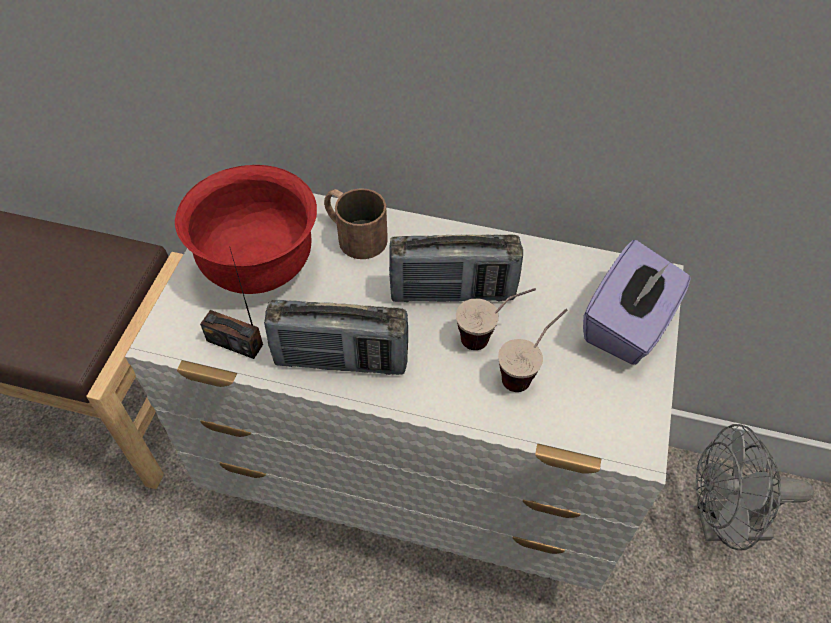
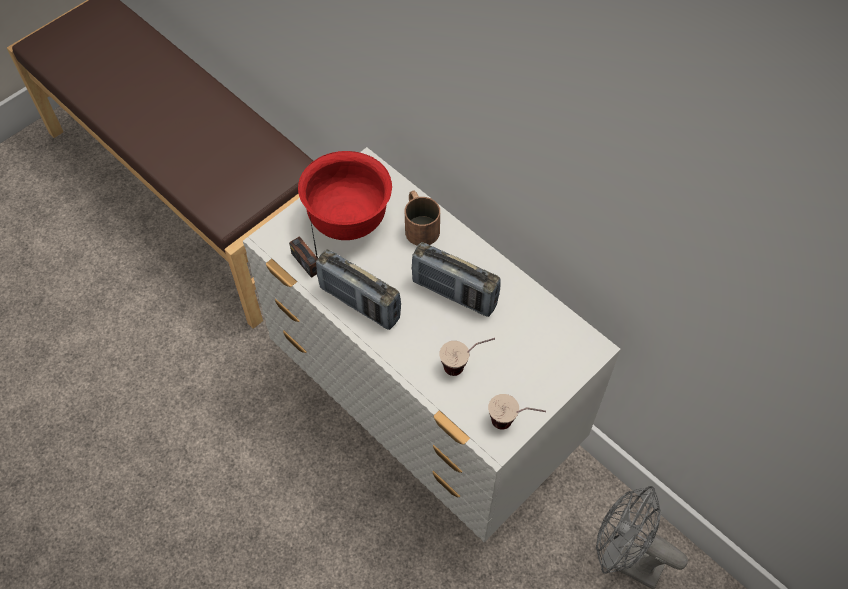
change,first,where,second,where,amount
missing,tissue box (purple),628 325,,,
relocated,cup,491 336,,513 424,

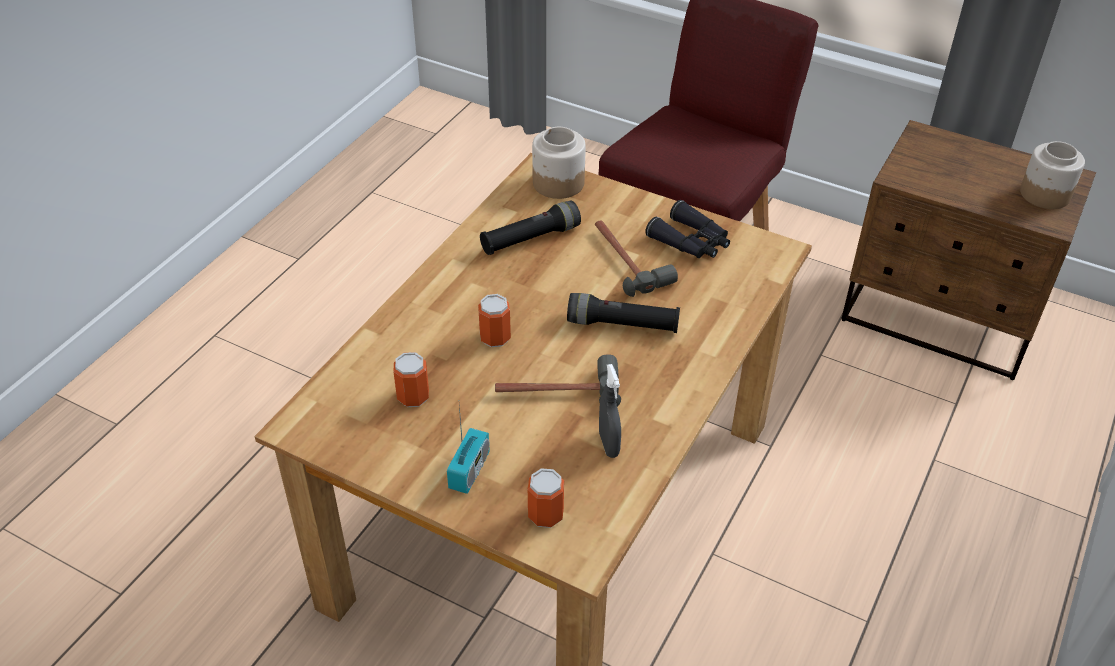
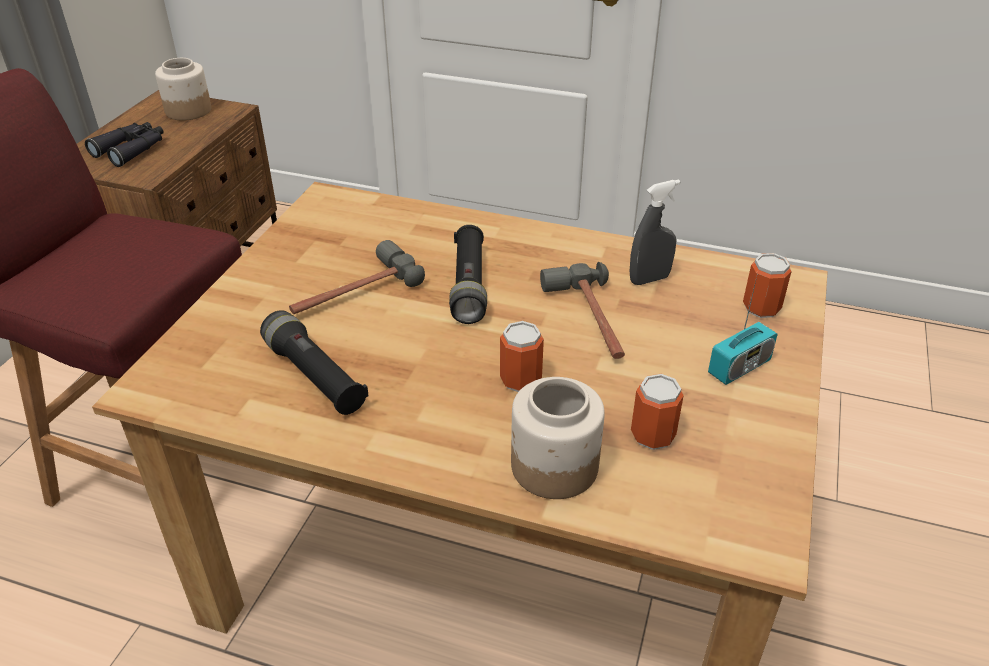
change,first,where,second,where,amount
relocated,jar,558 183,,553 467,
relocated,binoculars (black),691 242,,132 149,
spun,radio,469 471,,739 367,135 degrees clockwise

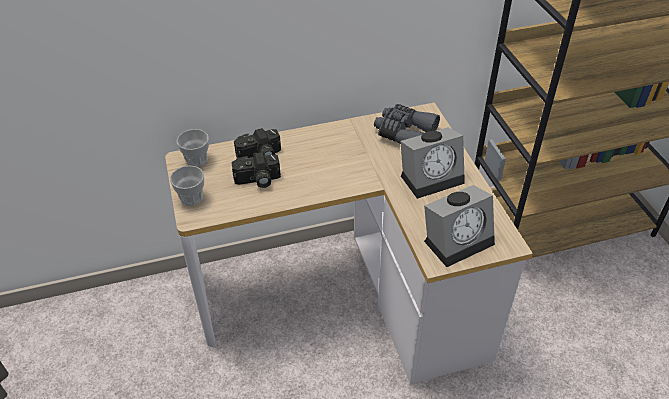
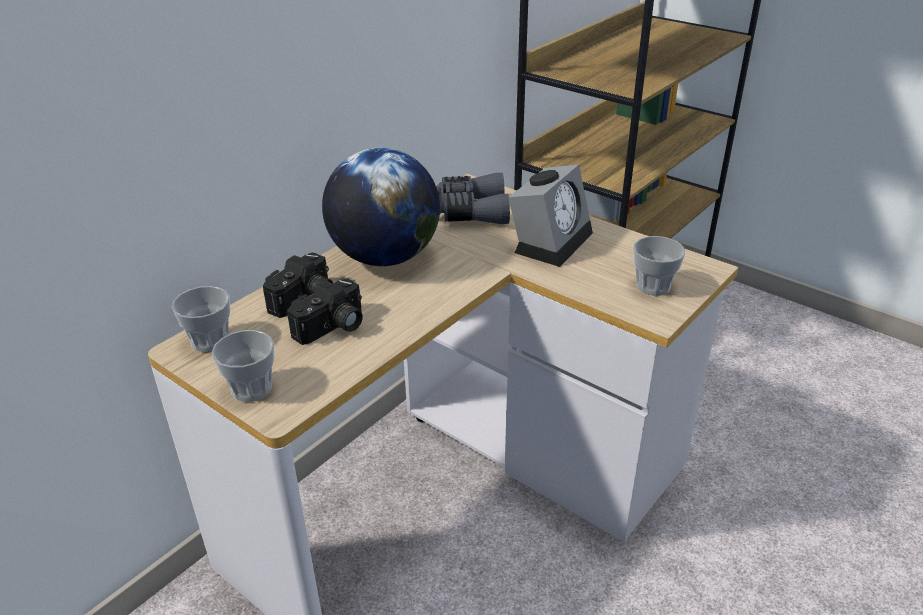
change,first,where,second,where,amount
exchanged,alarm clock,458 240,cup,653 286,
appeared,,,globe,385 258,

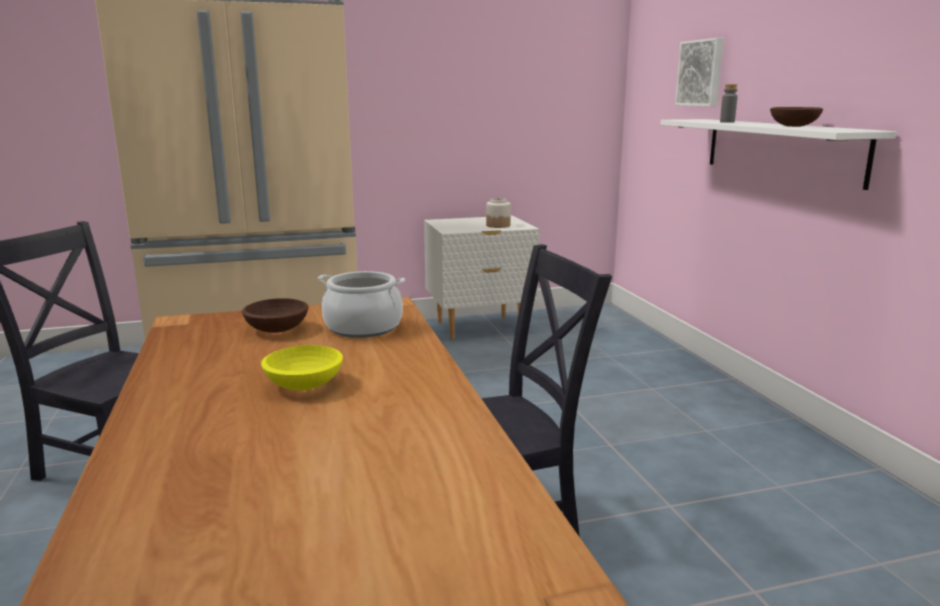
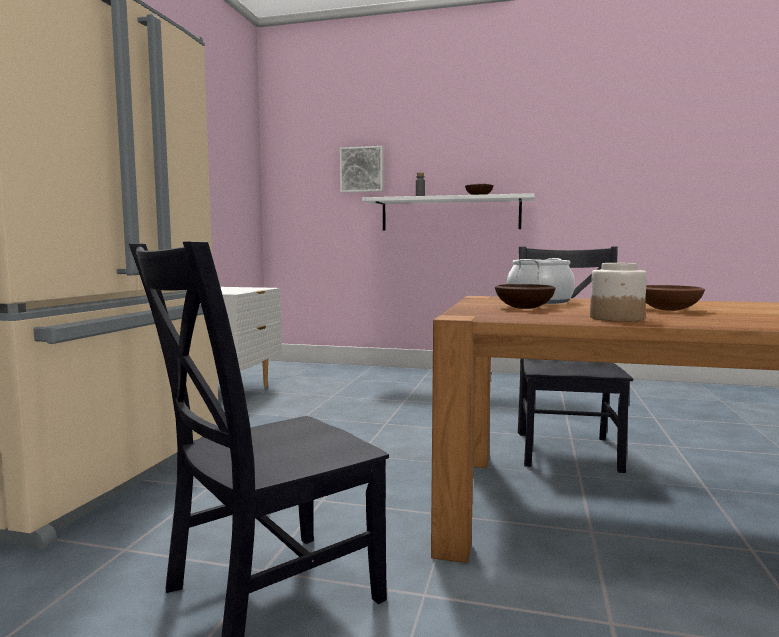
change,first,where,second,where,amount
relocated,jar,498 225,,615 318,
colour,bowl (yellow),304 385,bowl (brown),669 309,

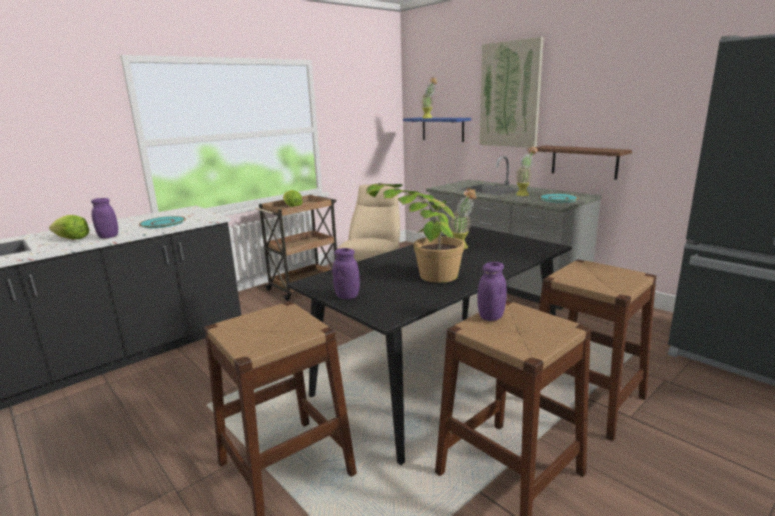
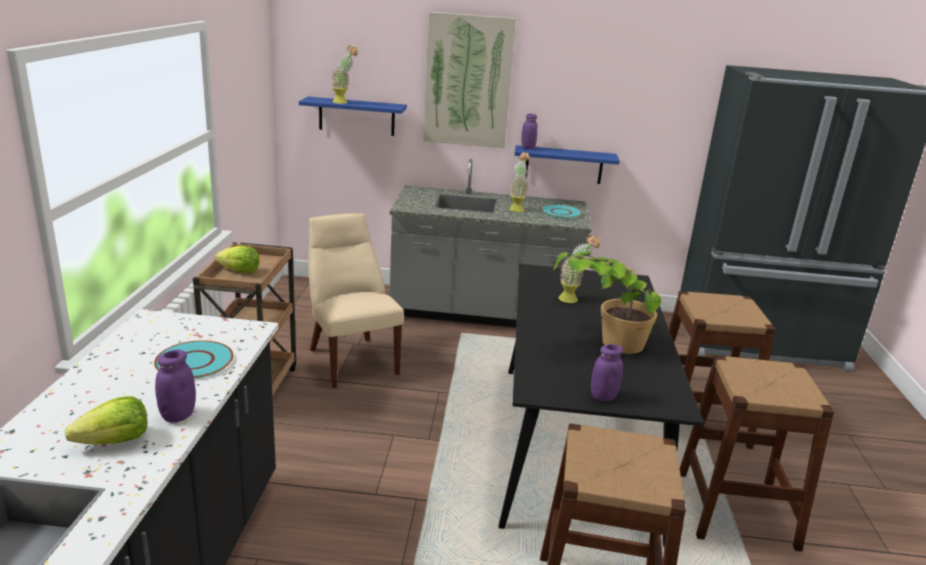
change,first,where,second,where,amount
colour,shelf (brown),584 161,shelf (blue),563 165,
relocated,jar (purple),491 317,,528 148,

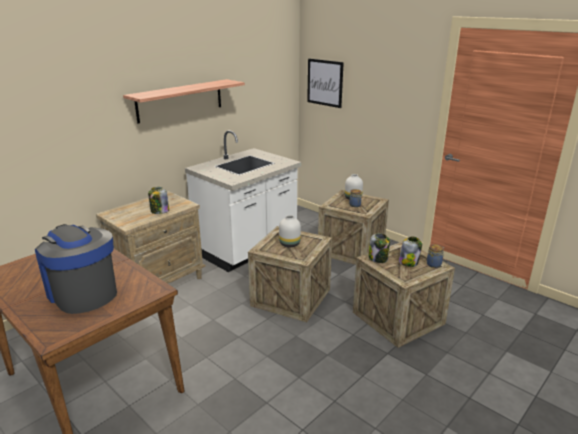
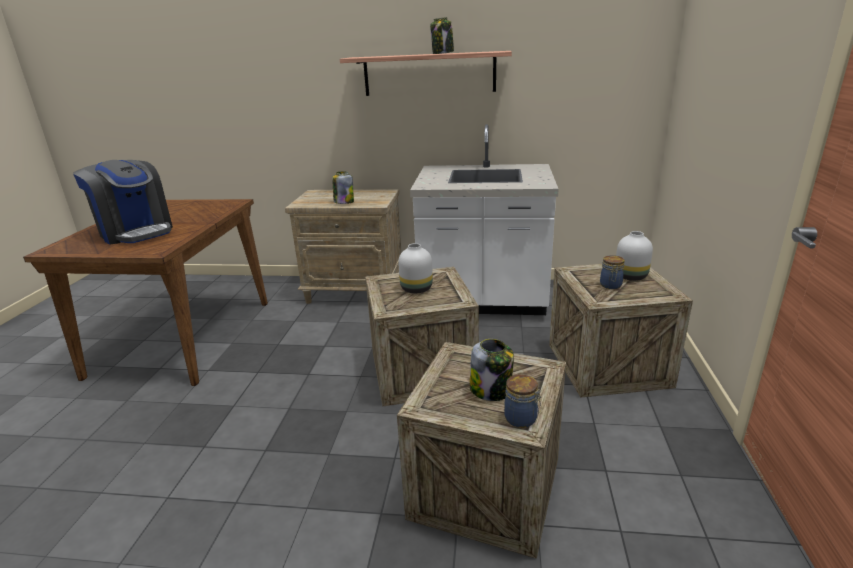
change,first,where,second,where,amount
missing,picture,325 82,,,
spun,coffee machine,82 292,,136 232,120 degrees clockwise
relocated,jar,378 258,,443 53,

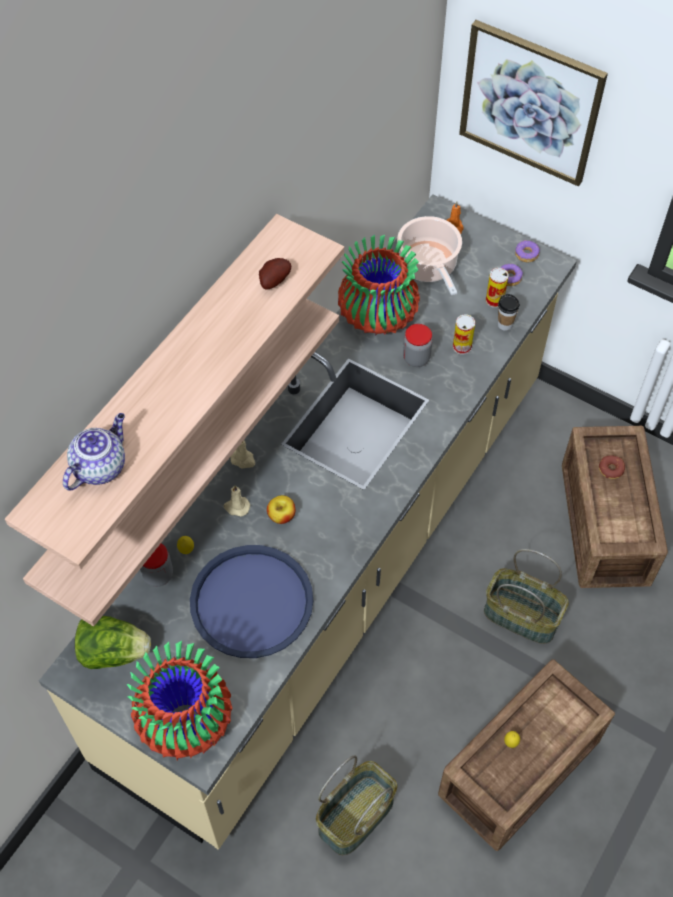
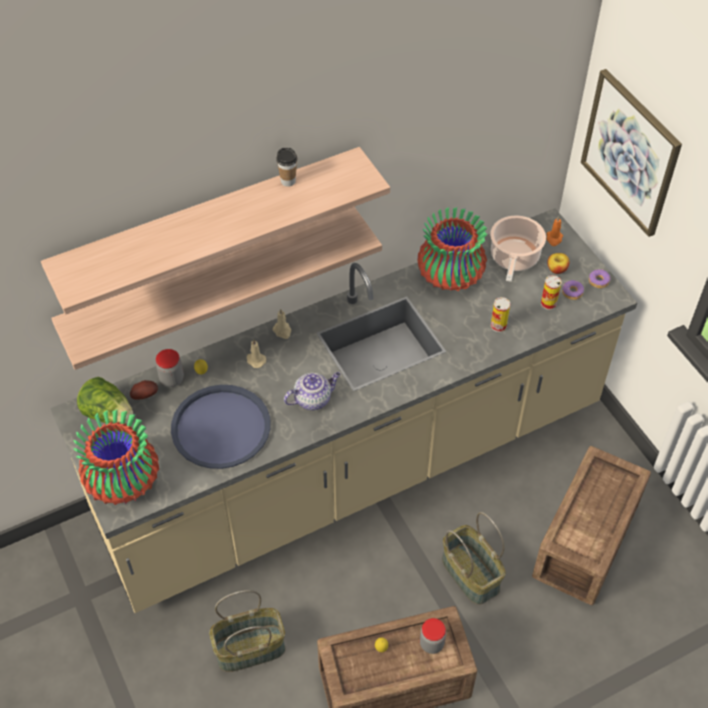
change,first,where,second,where,amount
relocated,potato,273 281,,145 394,
relocated,cup,505 324,,288 181,
relocated,jar,416 358,,431 643,
relocated,teapot,100 466,,313 399,
missing,donut,611 469,,,
relocated,apple,281 516,,557 269,

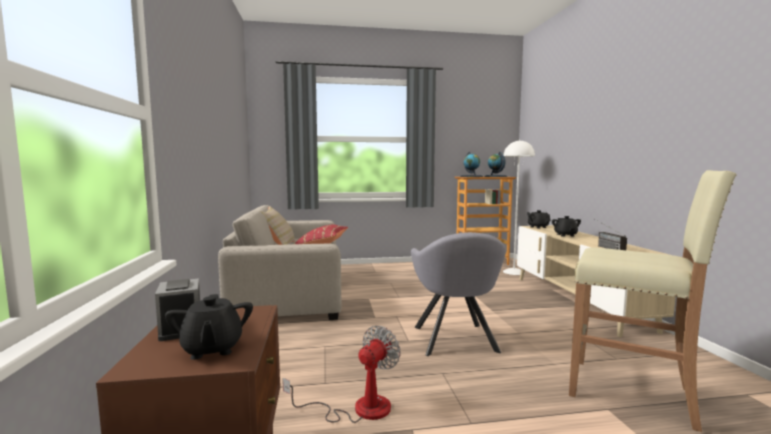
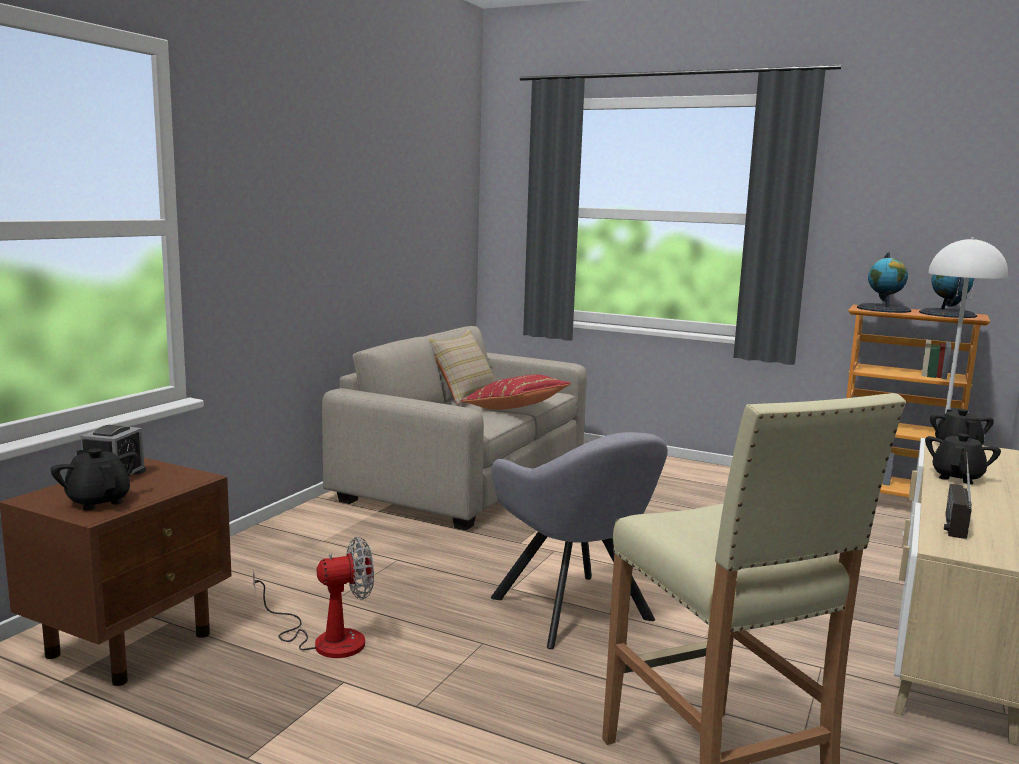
change,first,where,second,where,amount
spun,armchair (grey),455 341,,576 613,60 degrees counterclockwise
spun,teapot (black),212 349,,98 501,120 degrees clockwise

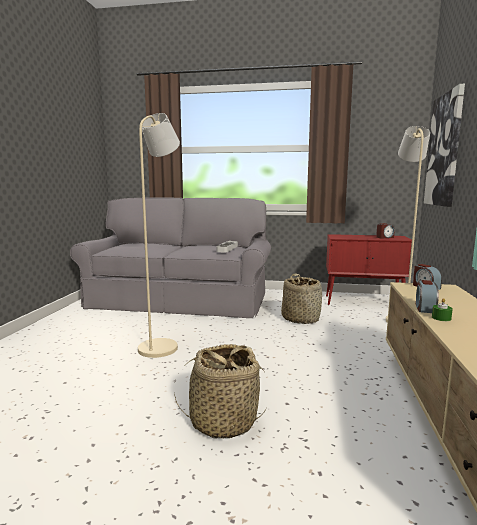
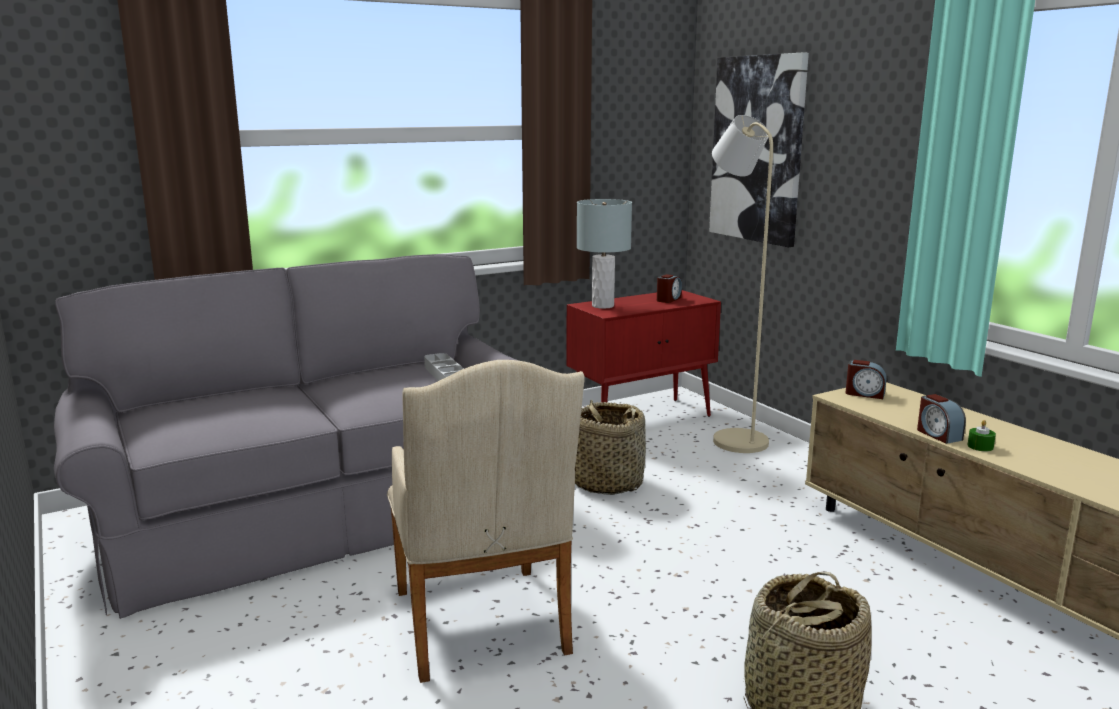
change,first,where,second,where,amount
exchanged,floor lamp (beige),162 346,armchair (beige),482 629,
appeared,,,table lamp (grey),602 306,

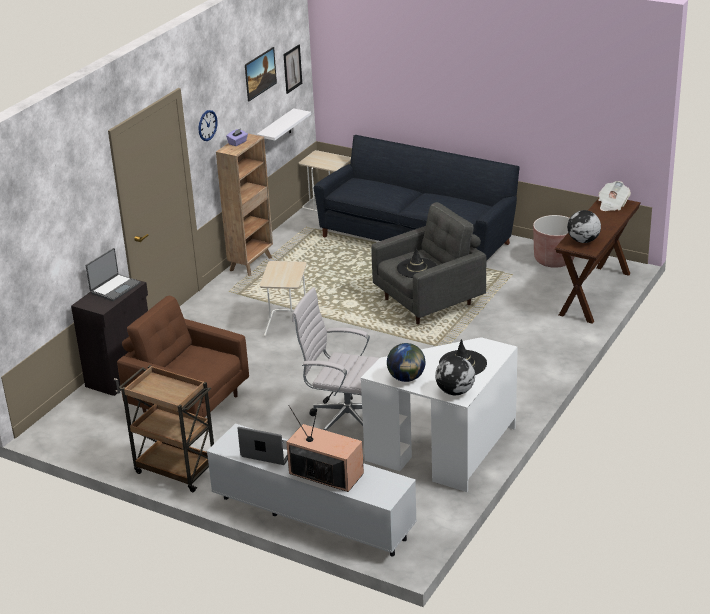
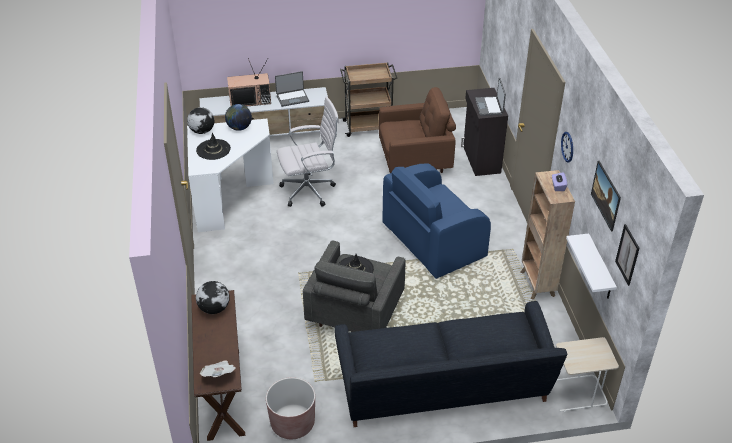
change,first,where,second,where,amount
exchanged,side table (beige),287 324,armchair (blue),432 241,

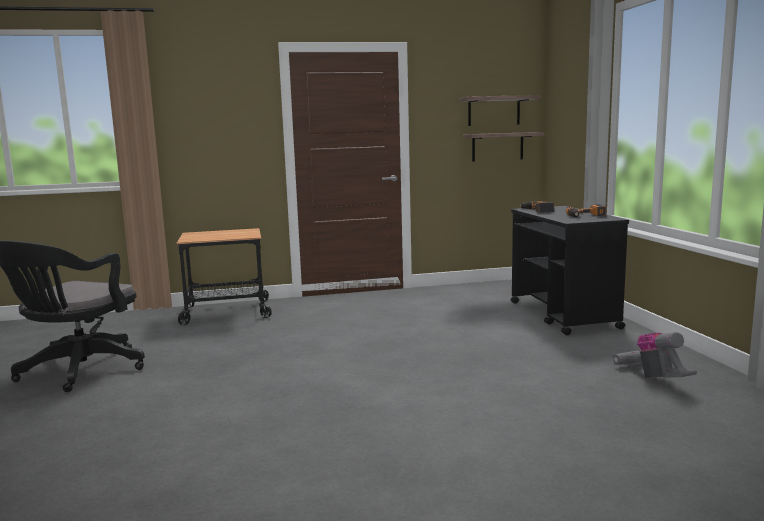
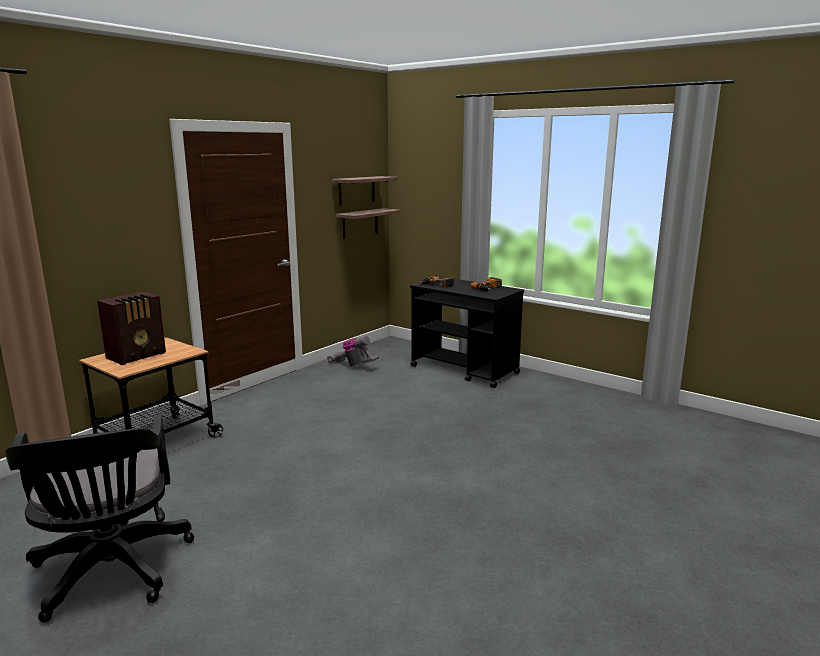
change,first,where,second,where,amount
relocated,vacuum cleaner,652 378,,353 366,
appeared,,,radio,138 356,

